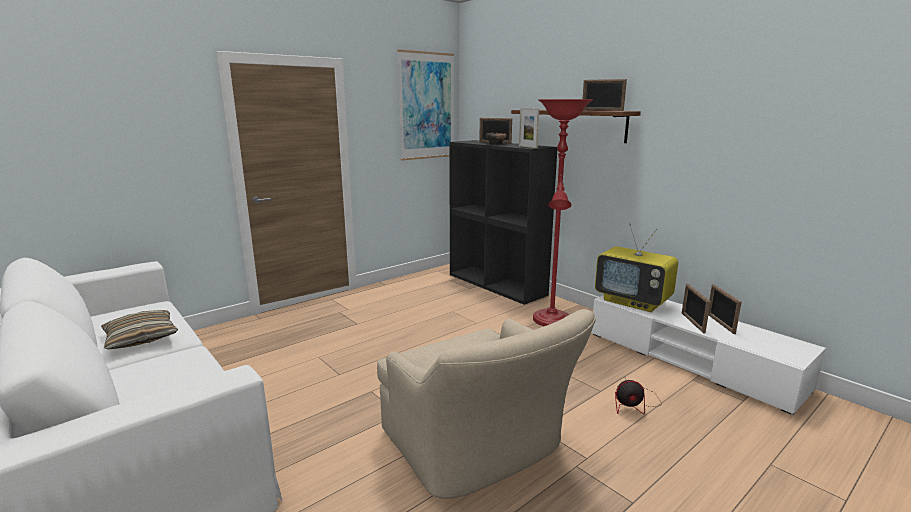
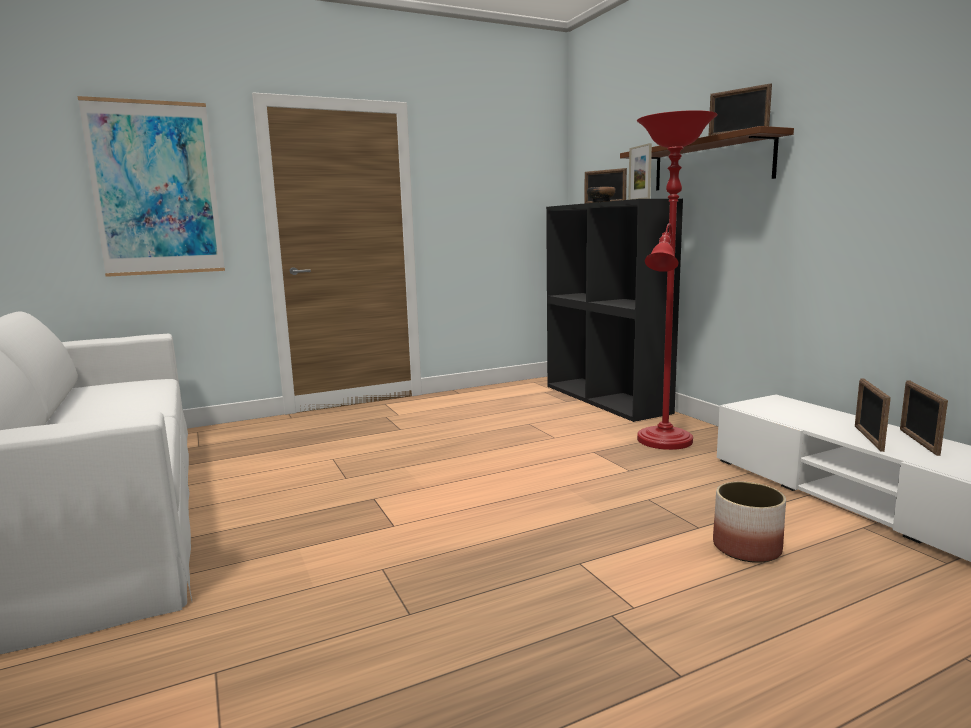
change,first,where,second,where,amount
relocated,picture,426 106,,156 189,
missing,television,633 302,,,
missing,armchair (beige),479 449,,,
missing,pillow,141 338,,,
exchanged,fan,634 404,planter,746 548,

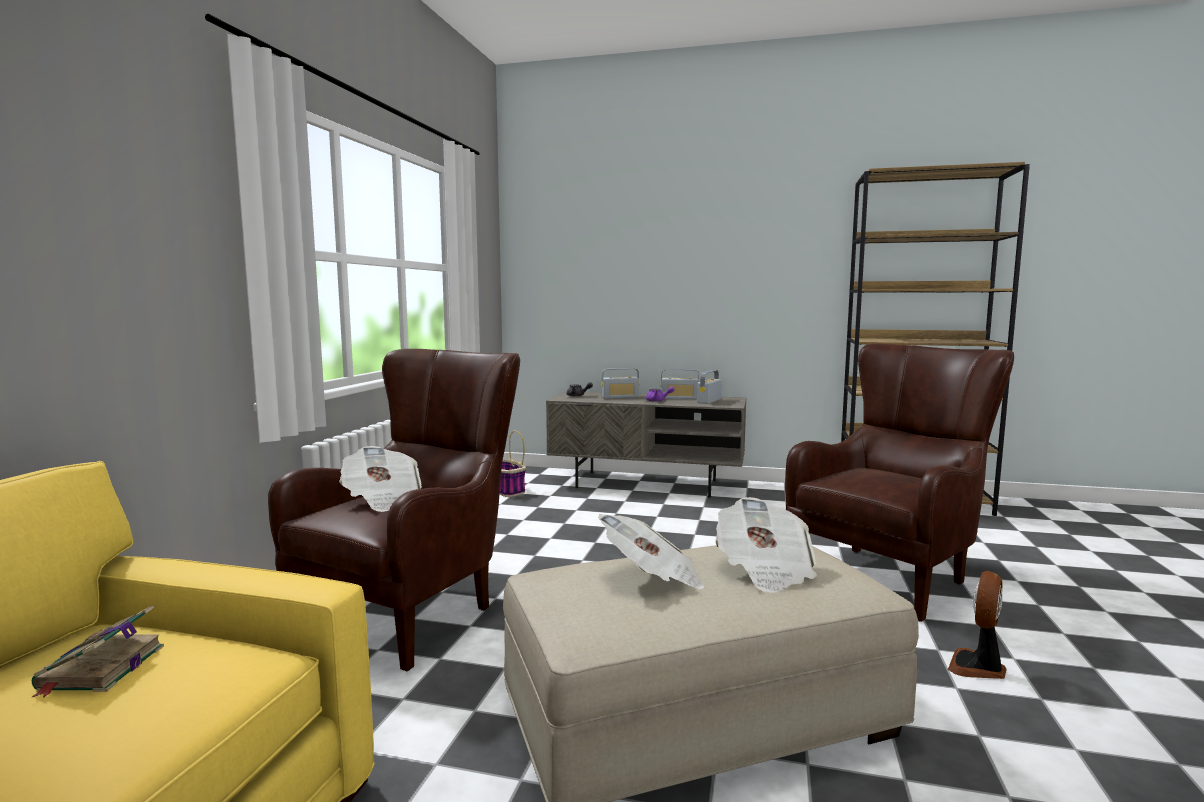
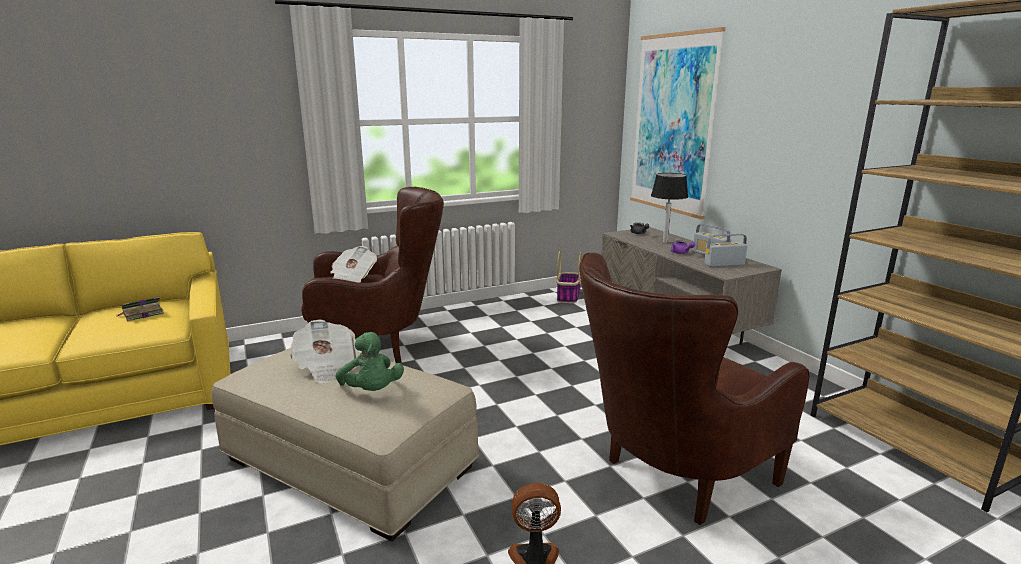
change,first,where,second,where,amount
spun,armchair (brown),892 573,,671 479,135 degrees clockwise
exchanged,radio,620 397,table lamp,665 242,
exchanged,newspaper,764 570,plush toy (green),371 391,
appeared,,,picture,673 124,

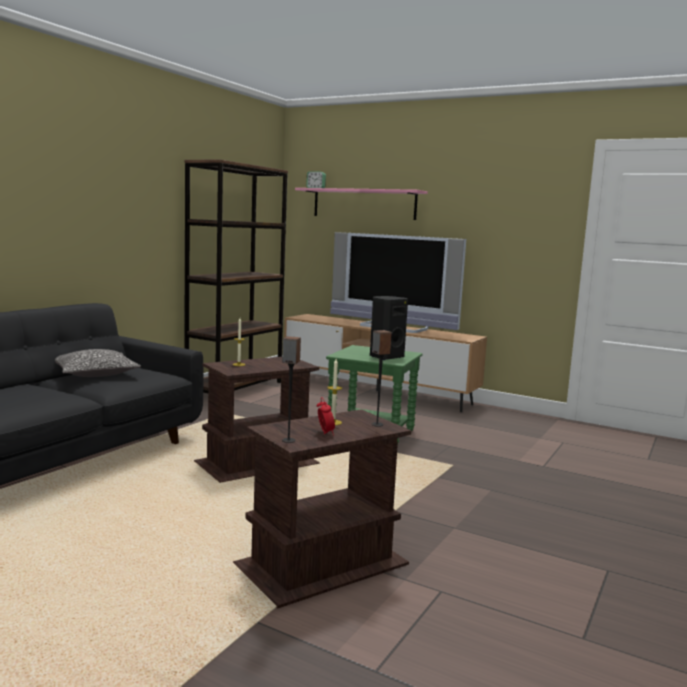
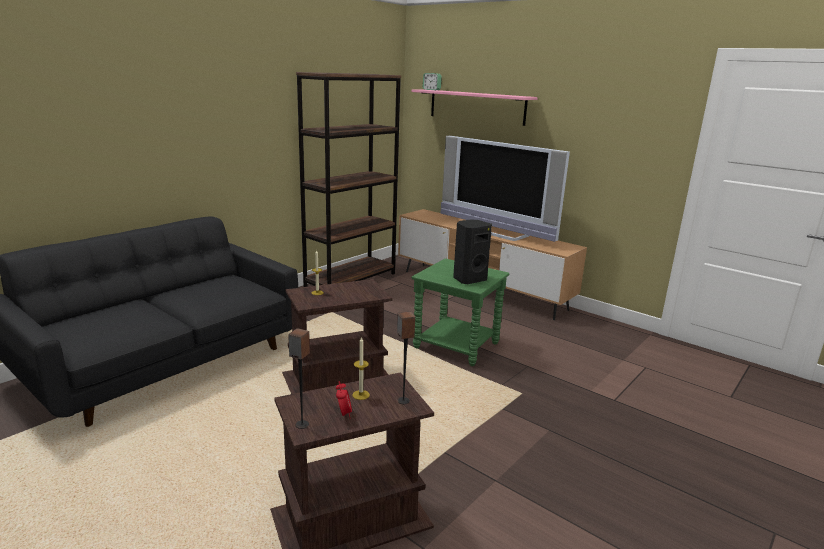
change,first,where,second,where,amount
missing,pillow,95 374,,,

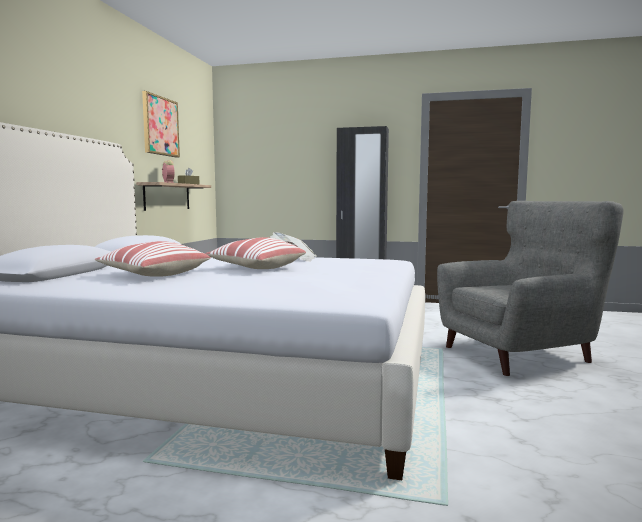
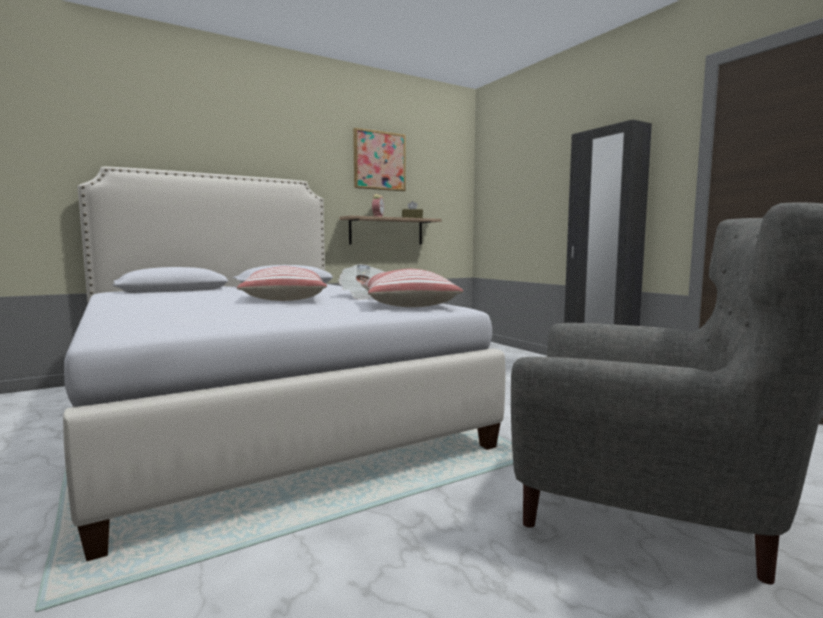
change,first,where,second,where,amount
relocated,pillow,154 274,,407 305,

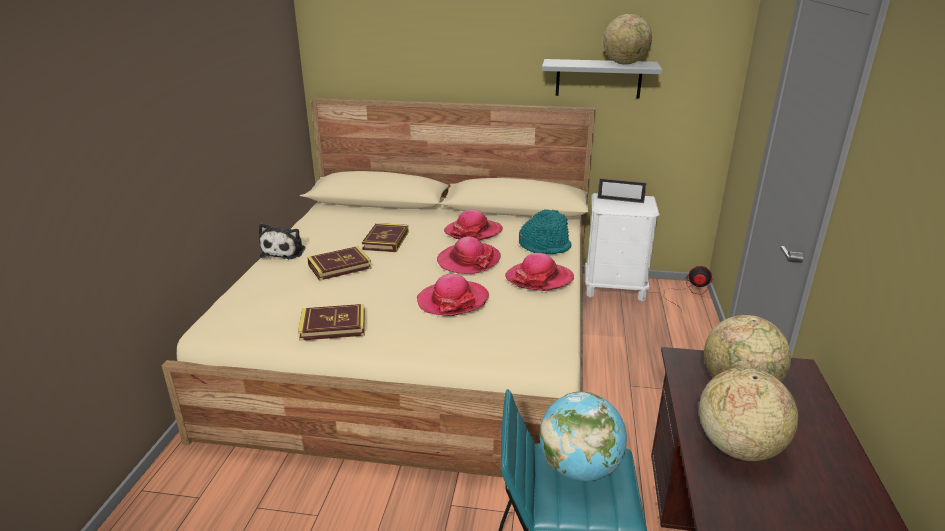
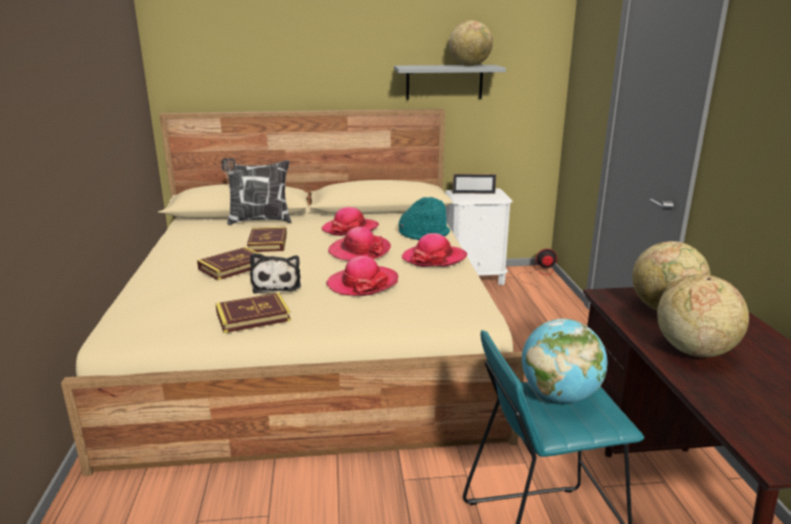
change,first,where,second,where,amount
relocated,plush toy,285 251,,277 285,
appeared,,,pillow,259 220,

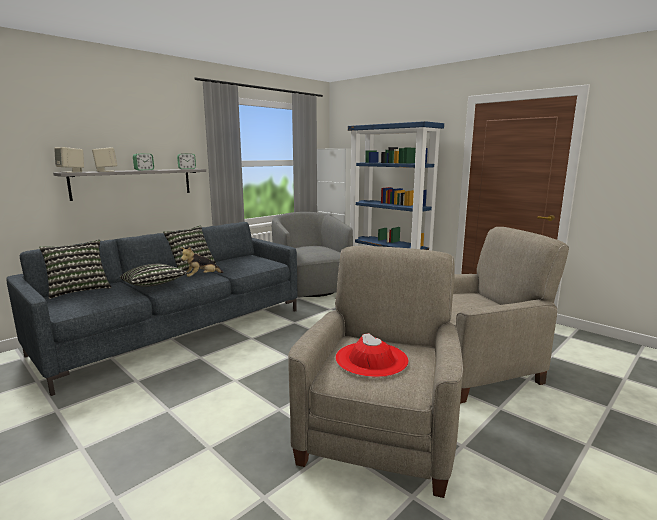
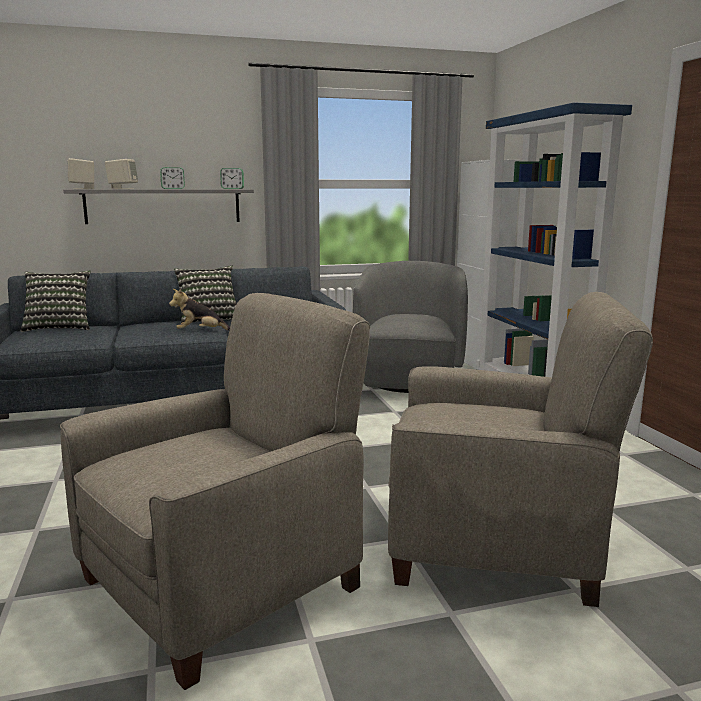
change,first,where,second,where,amount
missing,pillow,153 285,,,
missing,hat (red),371 359,,,

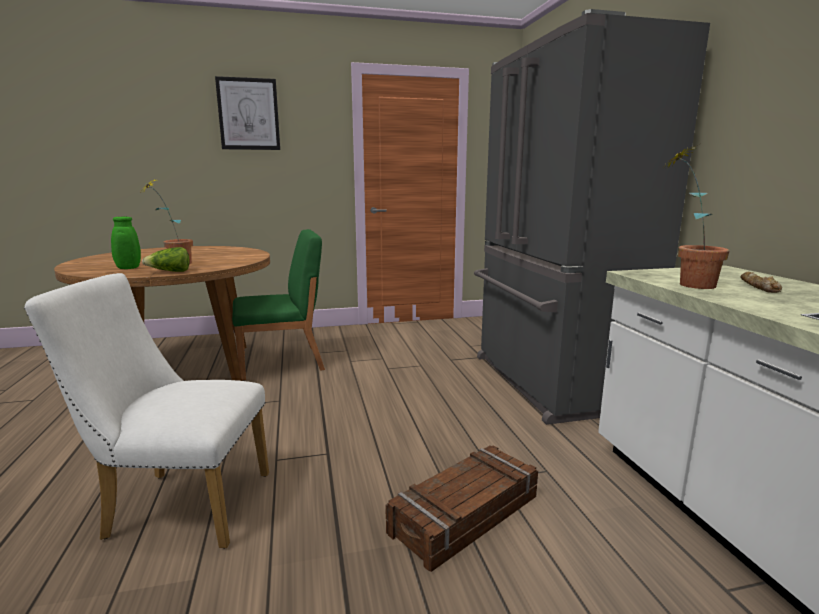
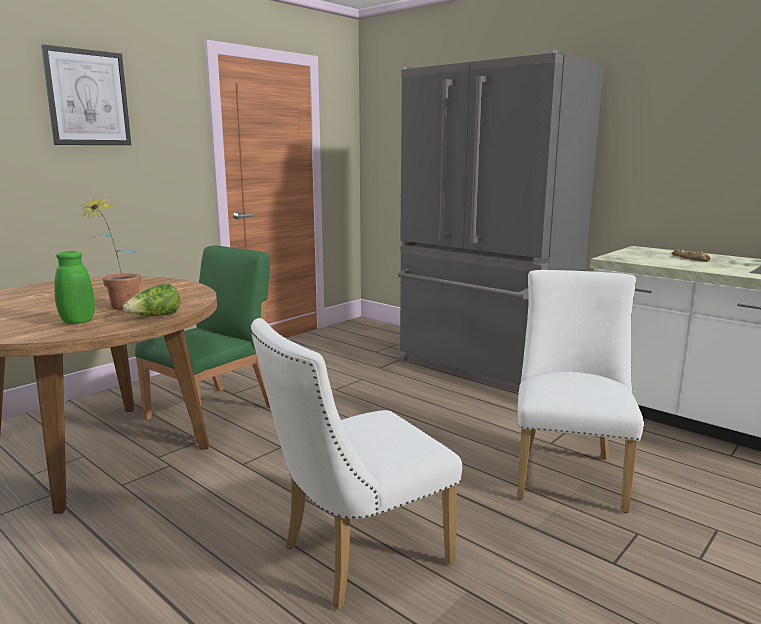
change,first,where,second,where,amount
missing,potted plant,686 283,,,
exchanged,crate,466 515,chair (white),568 472,

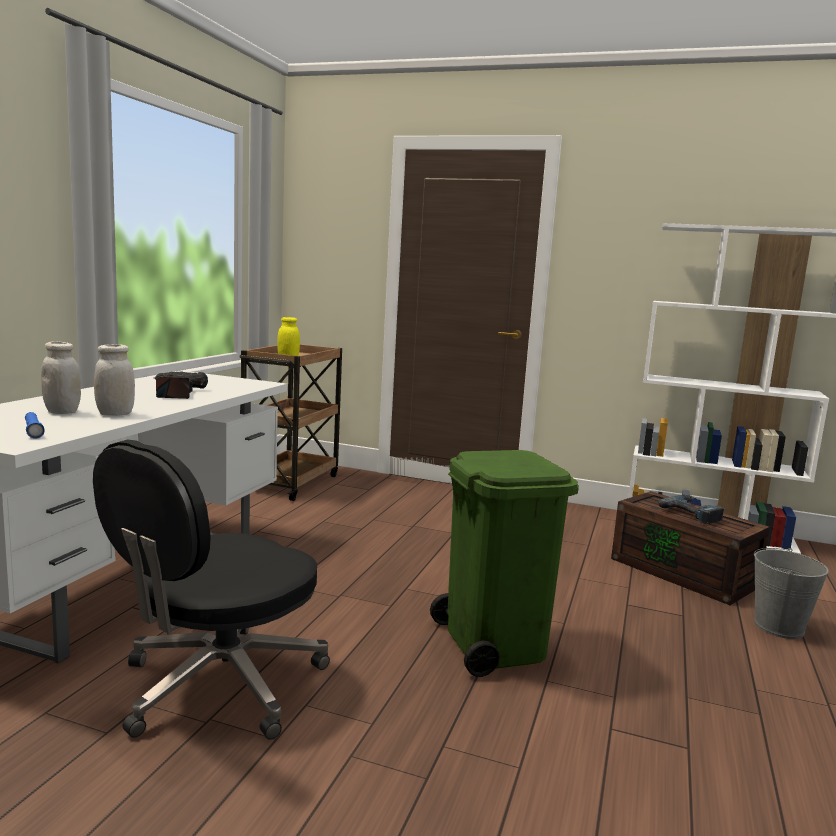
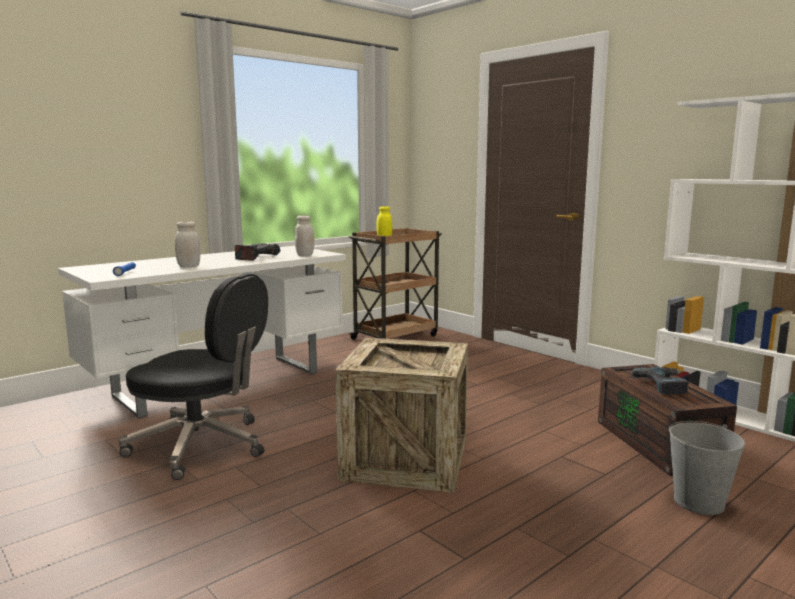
change,first,where,second,where,amount
relocated,jar (white),62 412,,305 255,
spun,office chair (black),219 685,,202 446,135 degrees counterclockwise
exchanged,trash can (green),493 643,crate,406 459,

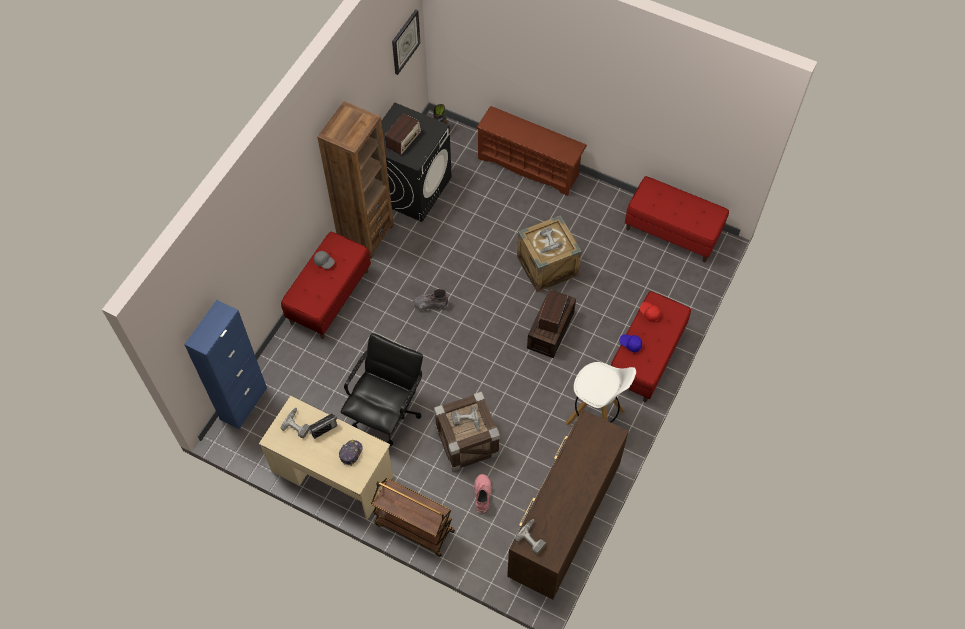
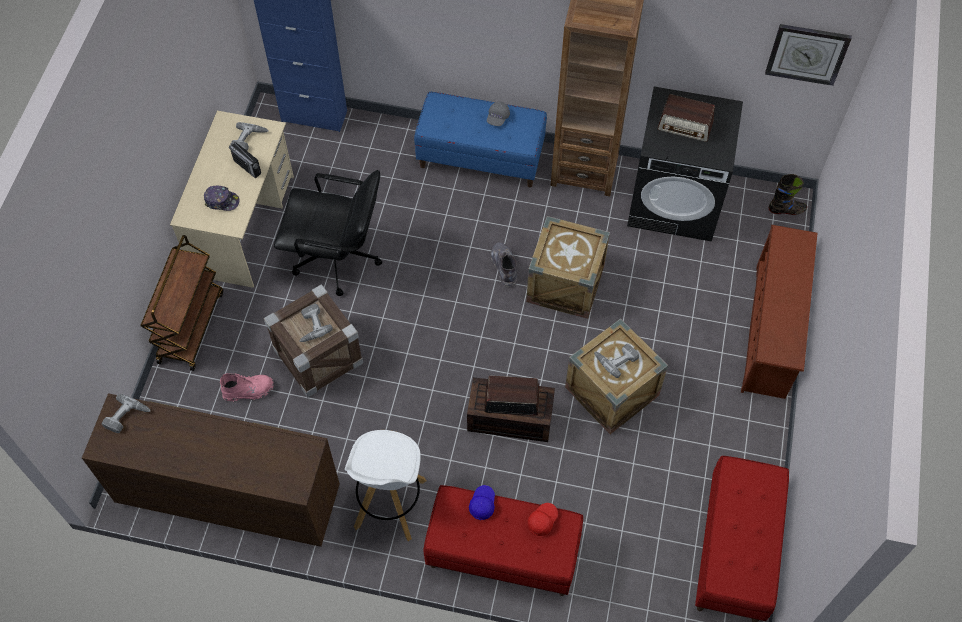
change,first,where,second,where,amount
colour,bench (red),329 296,bench (blue),481 157,
appeared,,,crate,565 284,

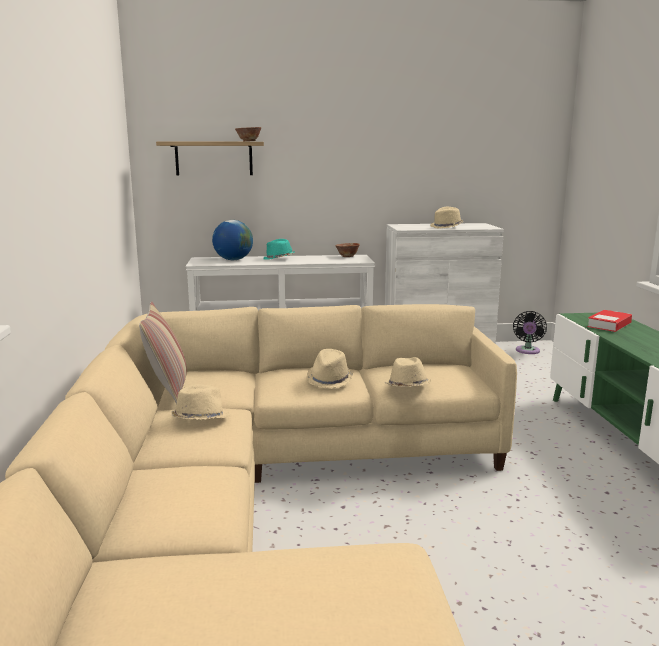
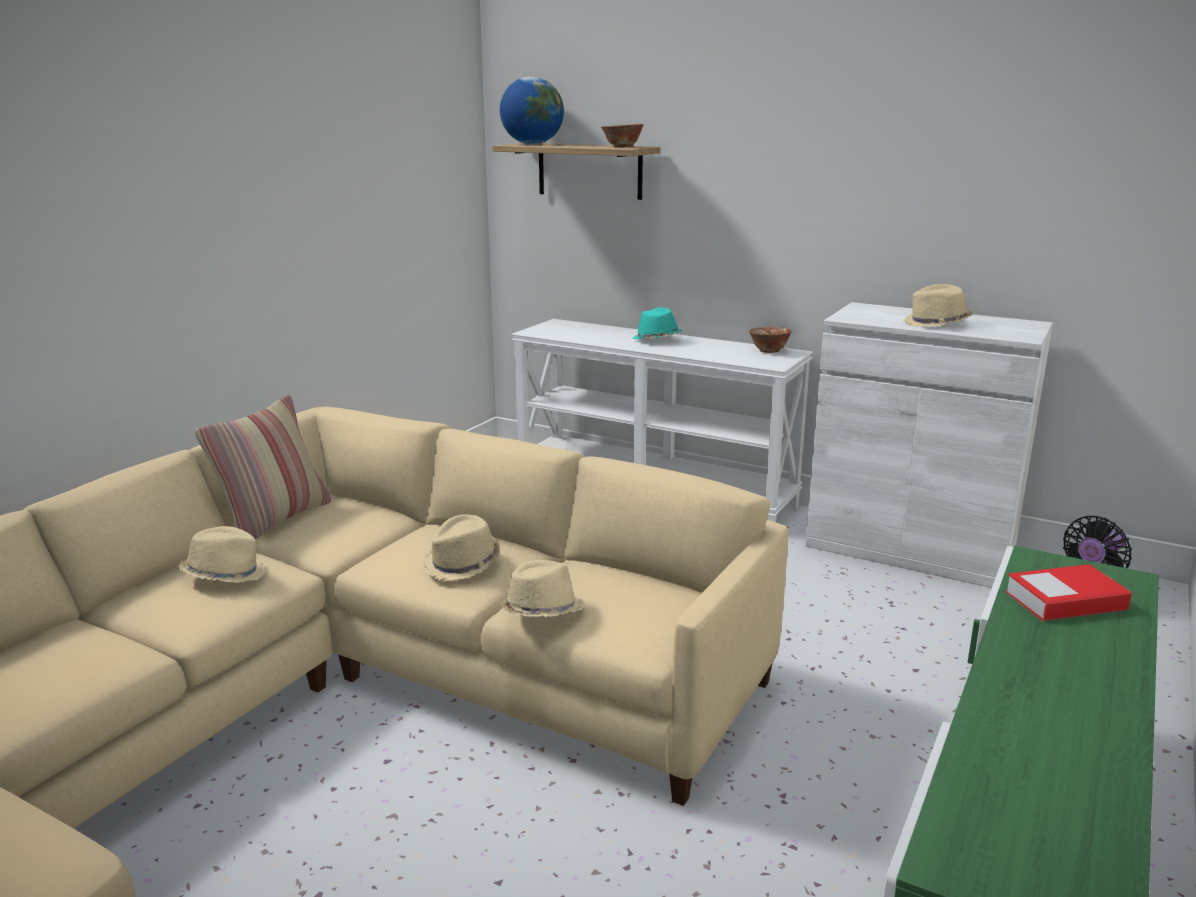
change,first,where,second,where,amount
relocated,globe,233 260,,532 144,

